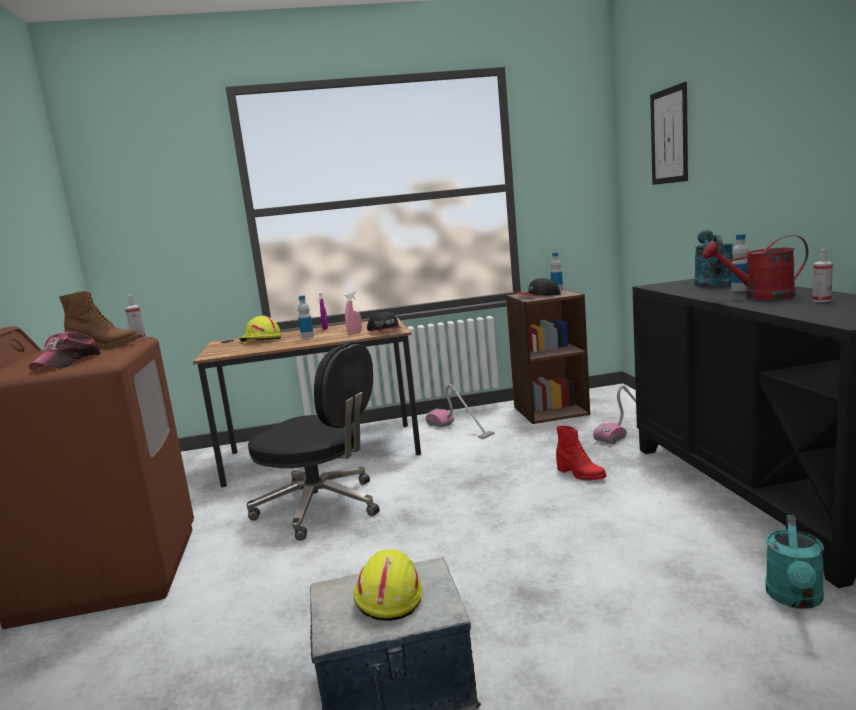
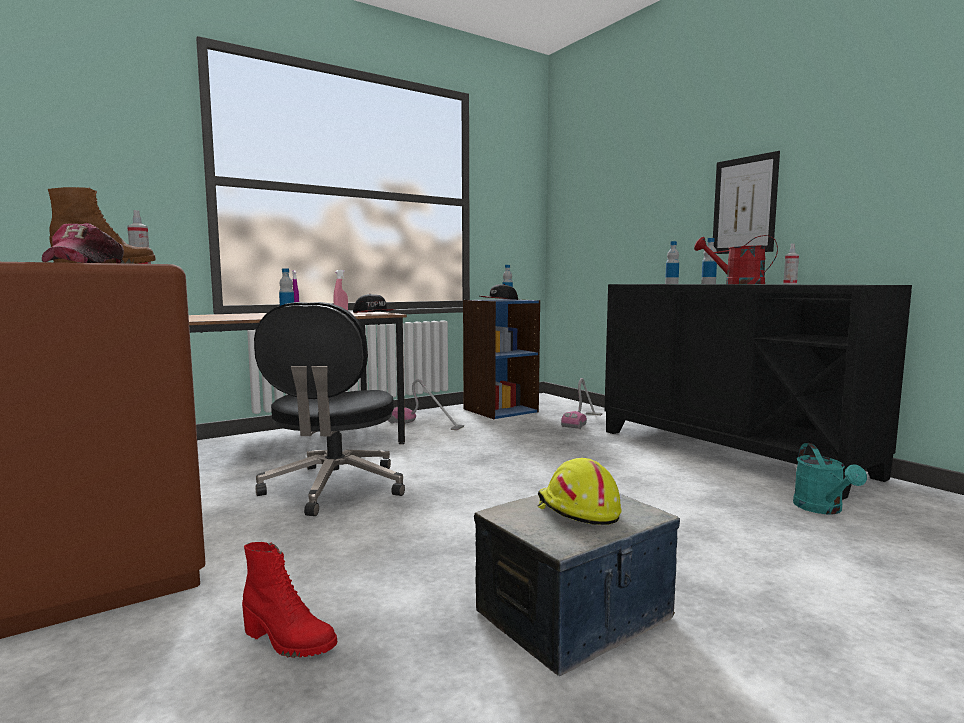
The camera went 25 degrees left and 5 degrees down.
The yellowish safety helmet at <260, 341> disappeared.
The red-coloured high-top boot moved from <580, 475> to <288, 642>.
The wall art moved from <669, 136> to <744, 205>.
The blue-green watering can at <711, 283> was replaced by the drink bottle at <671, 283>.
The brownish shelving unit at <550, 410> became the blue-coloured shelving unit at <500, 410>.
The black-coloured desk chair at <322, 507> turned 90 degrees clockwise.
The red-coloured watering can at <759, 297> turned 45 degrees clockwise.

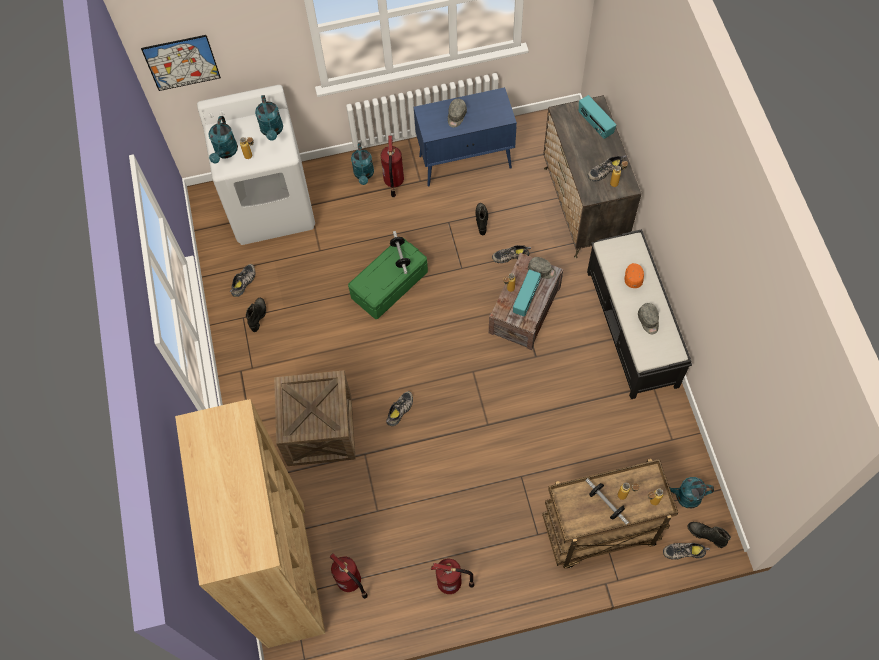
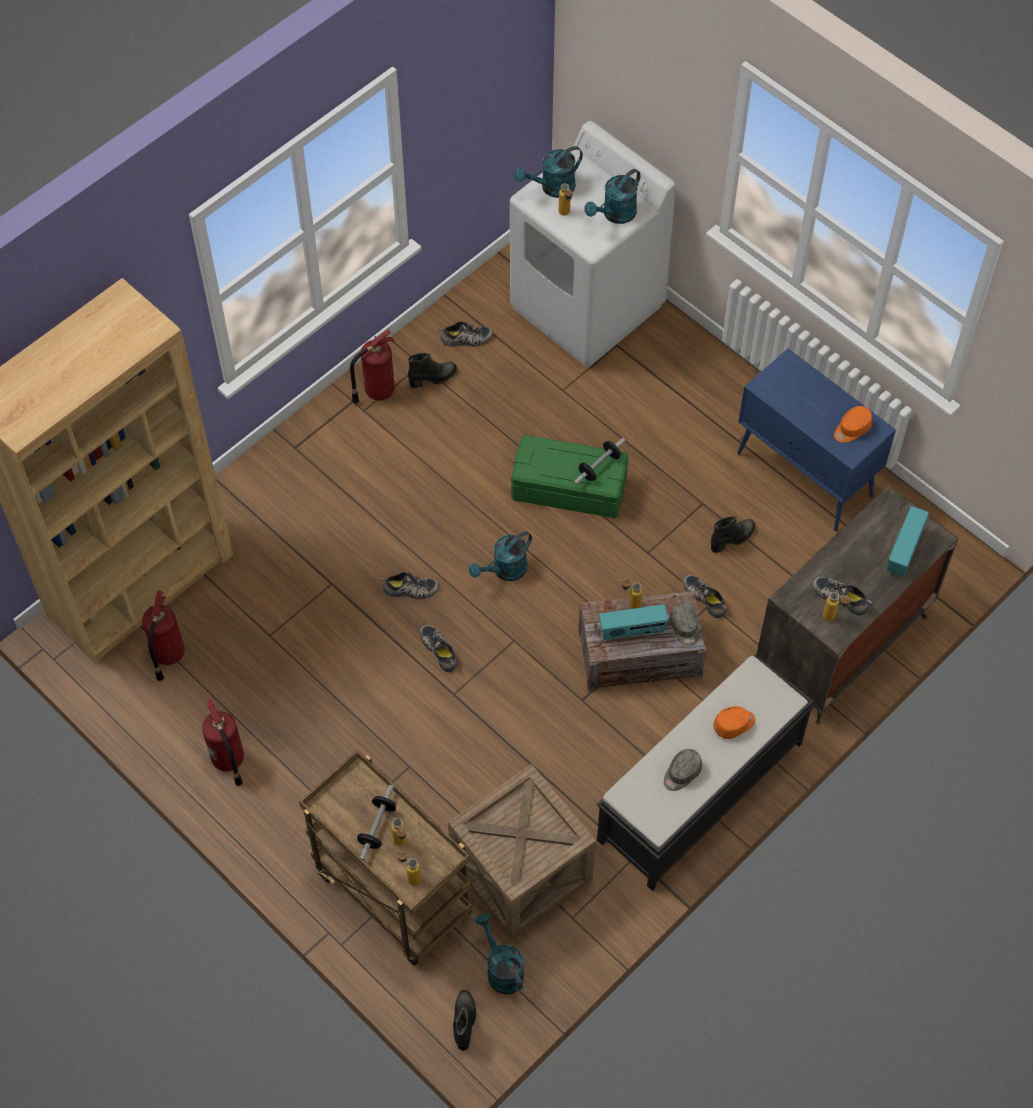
The camera went 55 degrees right and 5 degrees down.
The wall art at <181, 62> disappeared.
The greyish baseball cap at <456, 116> disappeared.
The orange-coloured baseball cap at <851, 429> appeared.
The packing crate moved from <320, 430> to <521, 870>.
The blue-green watering can moved from <364, 174> to <505, 571>.
The extinguisher moved from <393, 182> to <377, 391>.
The item of footwear moved from <684, 551> to <440, 649>.

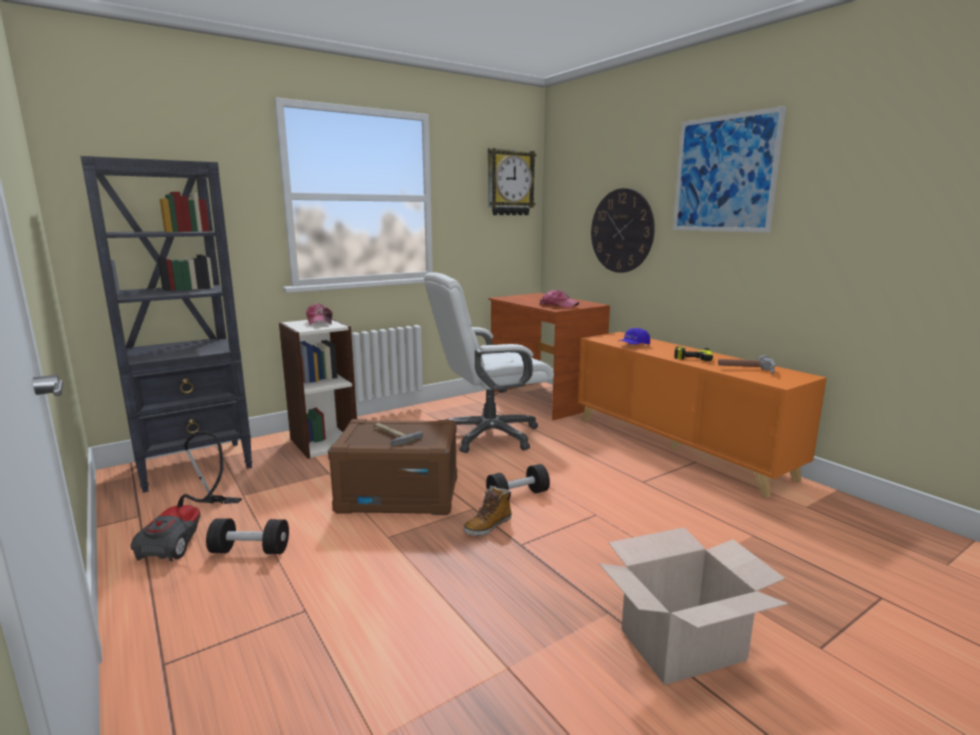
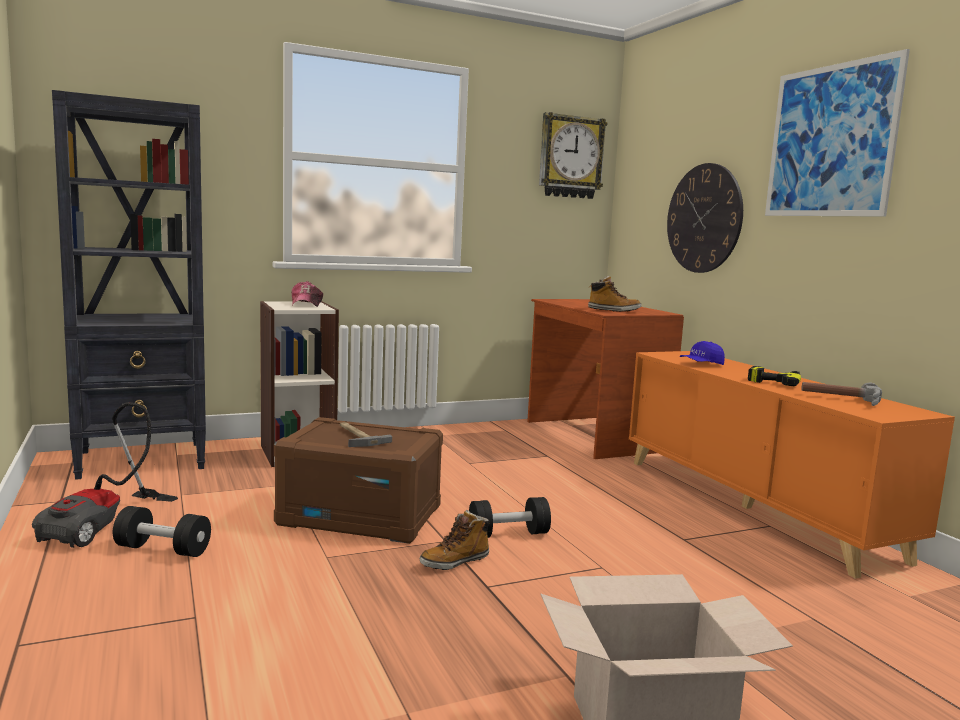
The camera went 10 degrees right and 5 degrees down.
The whitish desk chair at <489, 435> disappeared.
The baseball cap at <558, 305> was replaced by the high-top boot at <613, 310>.

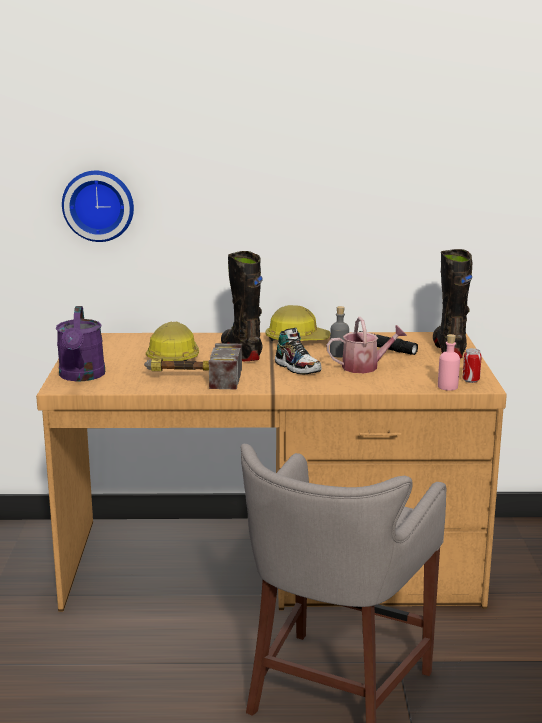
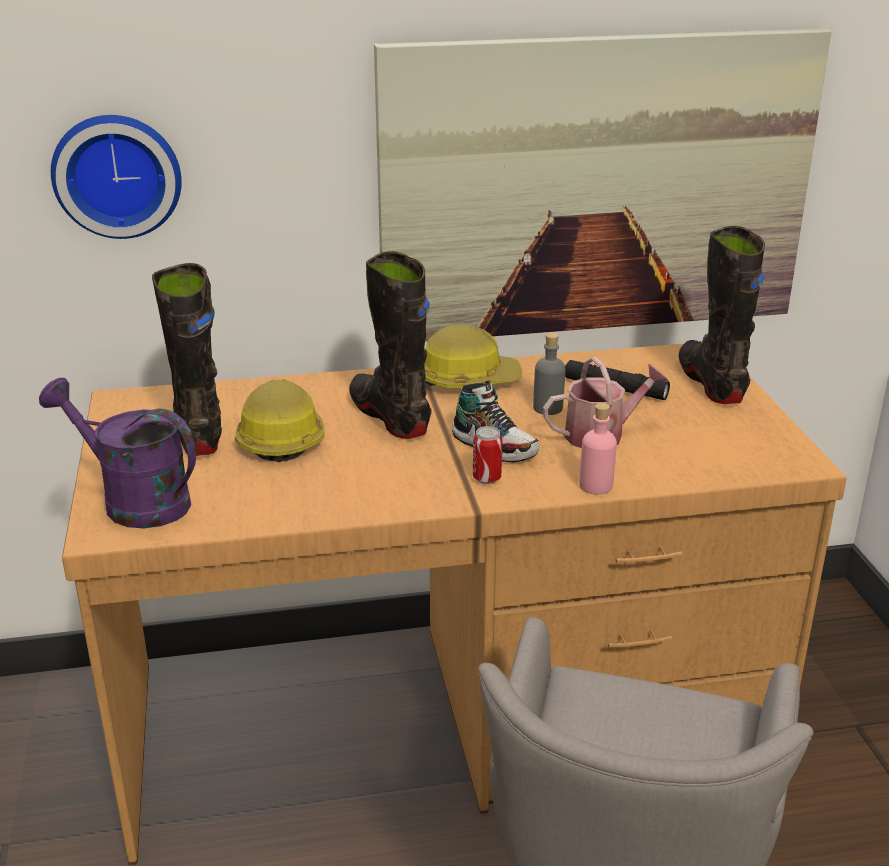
The camera went 10 degrees left and 10 degrees up.
The tool hammer at <192, 378> disappeared.
The black-coloured high-top boot at <199, 431> appeared.
The wall art at <596, 188> appeared.
The pink drink bottle moved from <447, 387> to <596, 486>.
The can moved from <471, 380> to <487, 478>.
The purple-coloured watering can at <82, 376> turned 135 degrees clockwise.

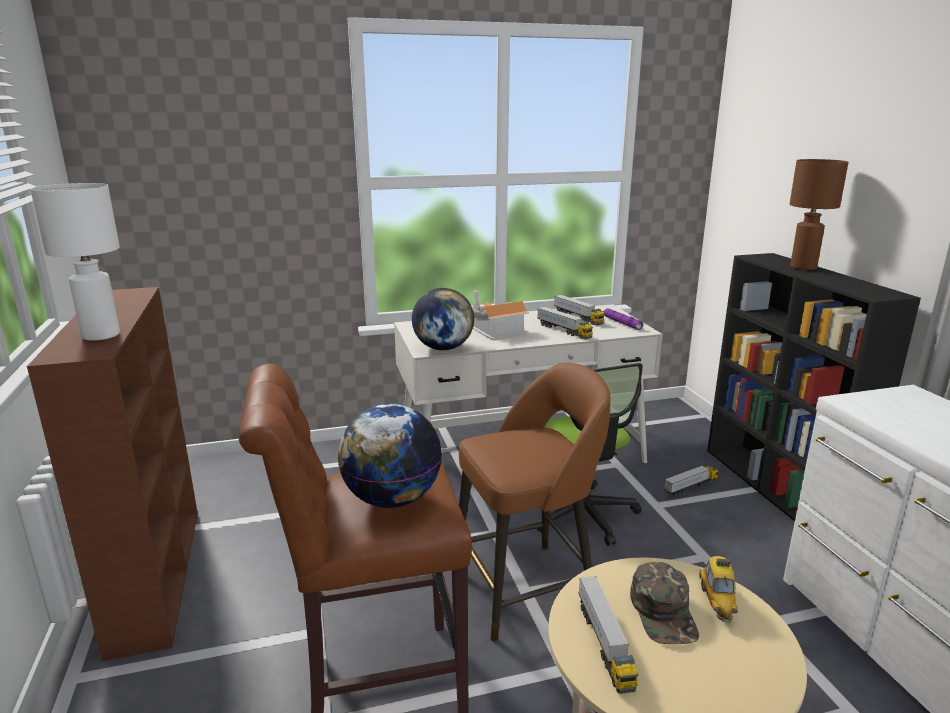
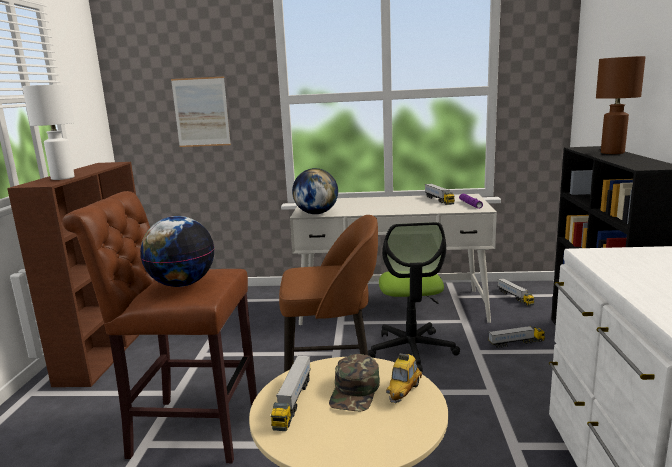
The camera went 20 degrees right and 5 degrees down.
The model house at <494, 331> disappeared.
The wall art at <201, 112> appeared.
The toy truck moved from <563, 331> to <515, 297>.

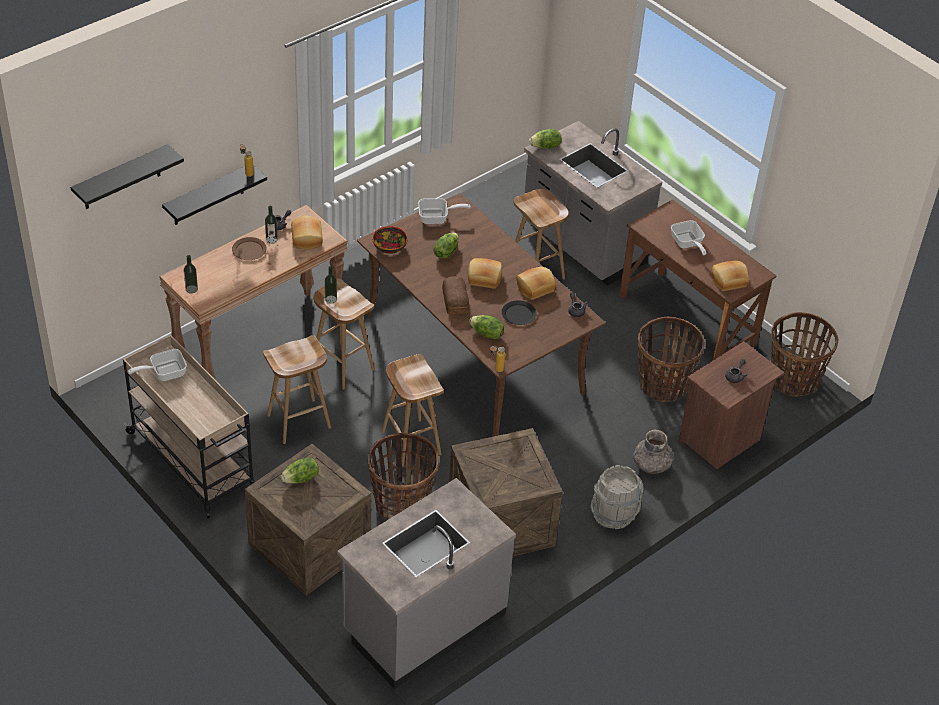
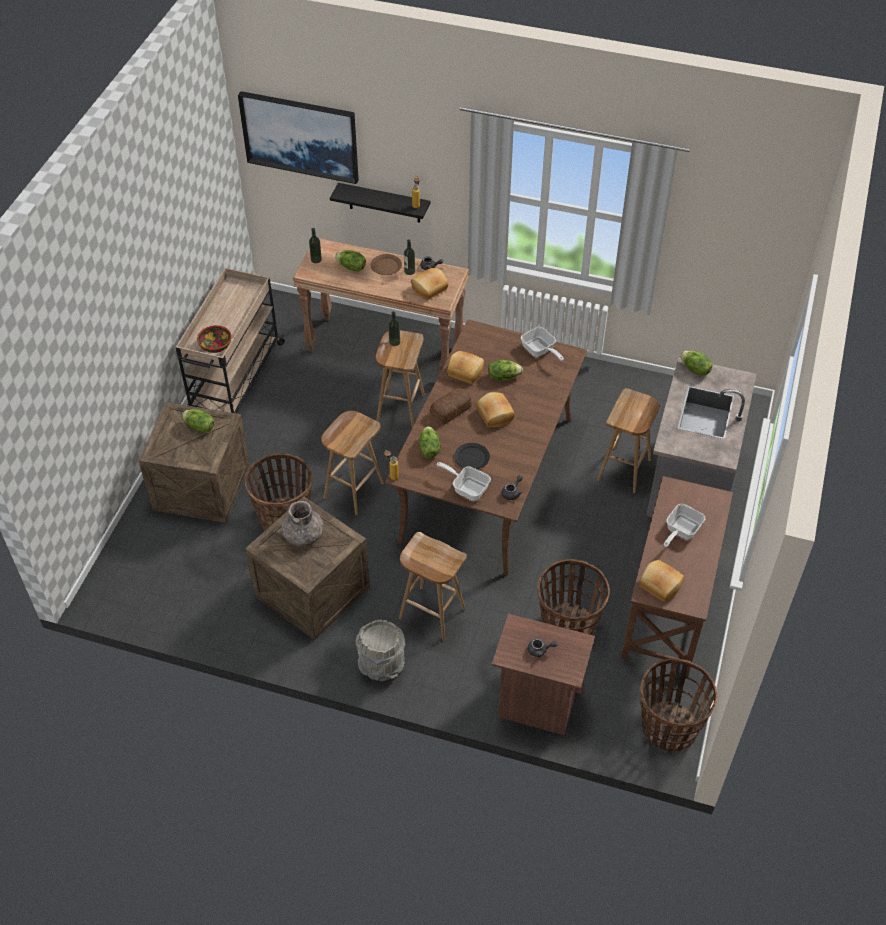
The camera went 60 degrees right and 5 degrees up.
The greyish kitchen base unit at <423, 622> disappeared.
The head of lettuce at <351, 267> appeared.
The frying pan moved from <164, 373> to <467, 487>.
The brownish stool seat moved from <298, 422> to <431, 613>.
The bowl moved from <390, 247> to <215, 346>.
The bakery bread moved from <534, 287> to <466, 371>.
The greyish decorative vase moved from <651, 464> to <304, 535>.
The black-coloured bracket shelf at <121, 178> was replaced by the wall art at <300, 136>.

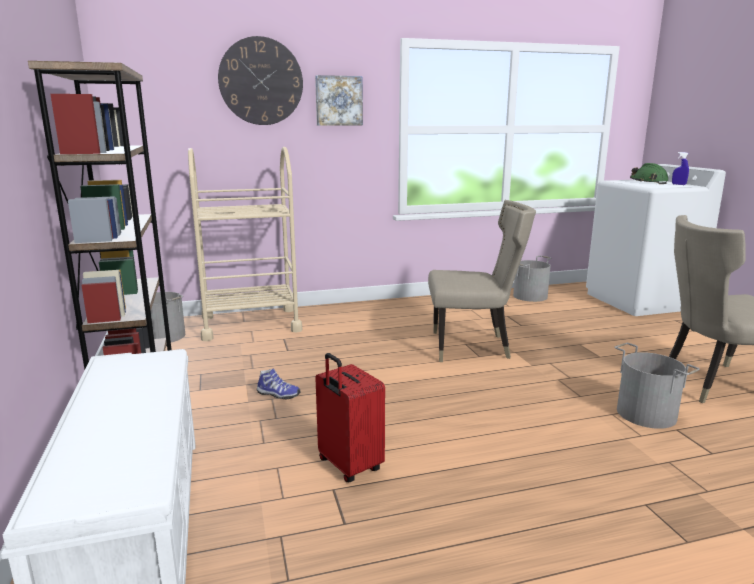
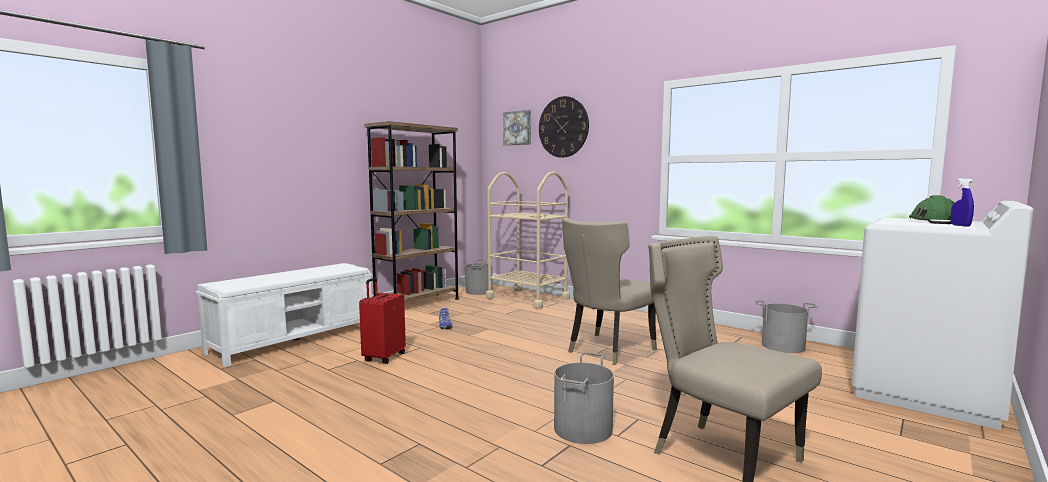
The camera went 55 degrees right and 10 degrees down.
The wall art moved from <338, 101> to <518, 128>.
The beige chair at <473, 347> turned 75 degrees clockwise.

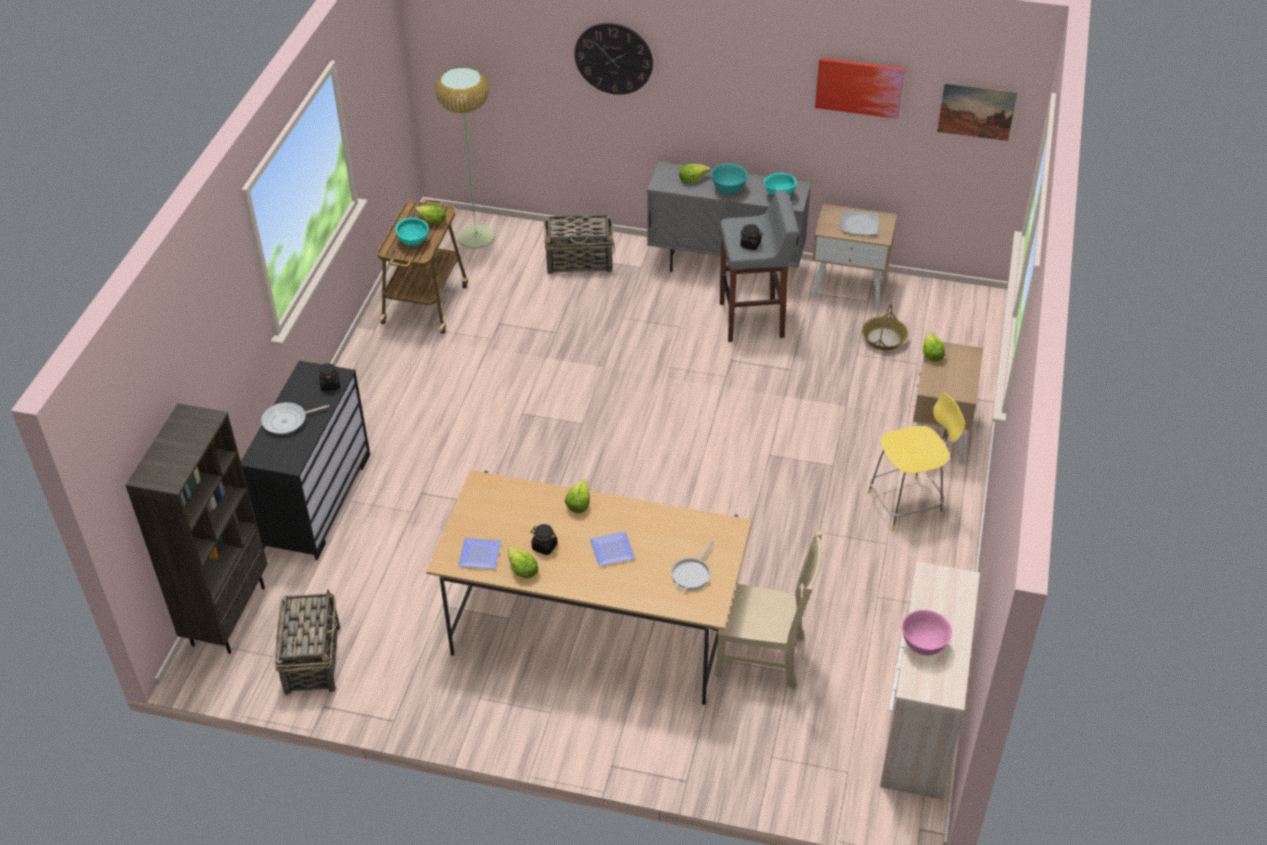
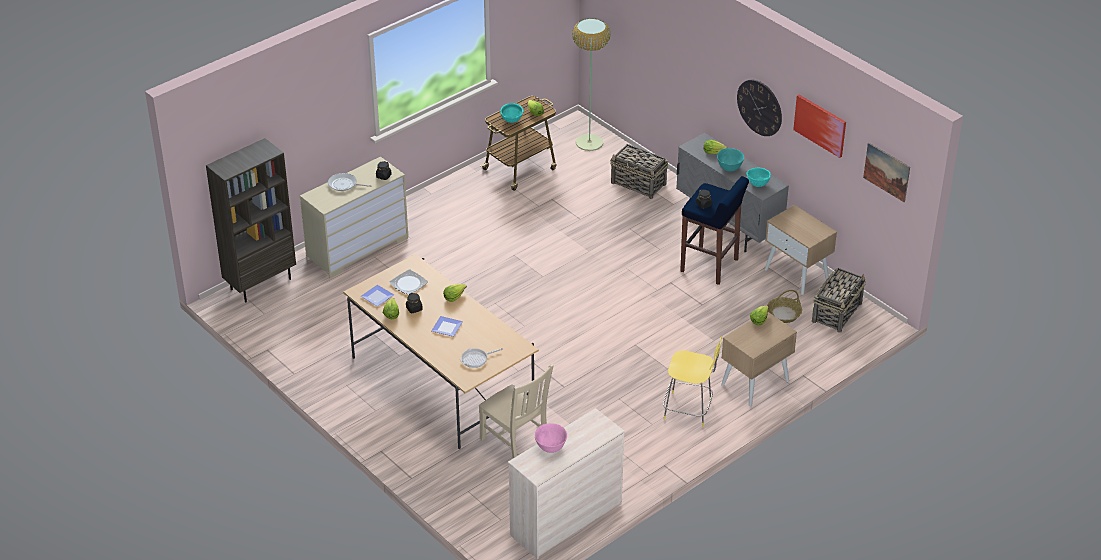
The camera went 35 degrees right and 5 degrees down.
The basket moved from <313, 658> to <837, 312>.
The wall clock moved from <613, 58> to <759, 107>.
The dinner plate moved from <859, 225> to <408, 284>.
The black-coloured dresser at <316, 500> became the beige dresser at <357, 248>.
The greyish stool seat at <753, 320> became the blue-coloured stool seat at <710, 266>.

